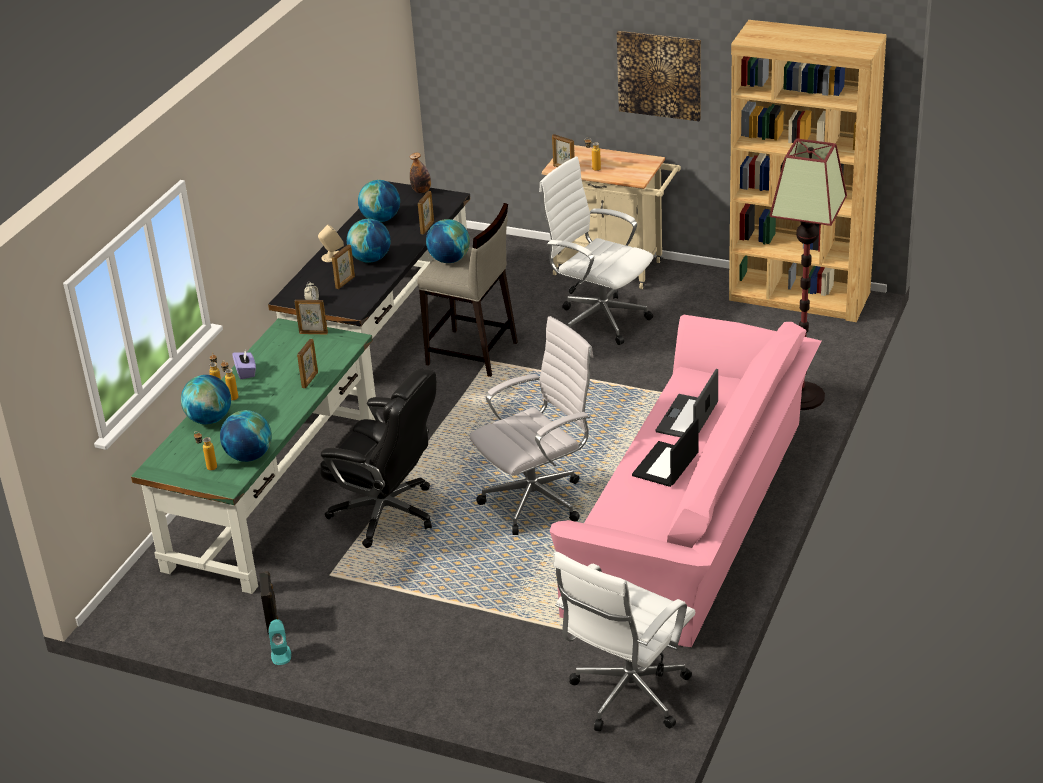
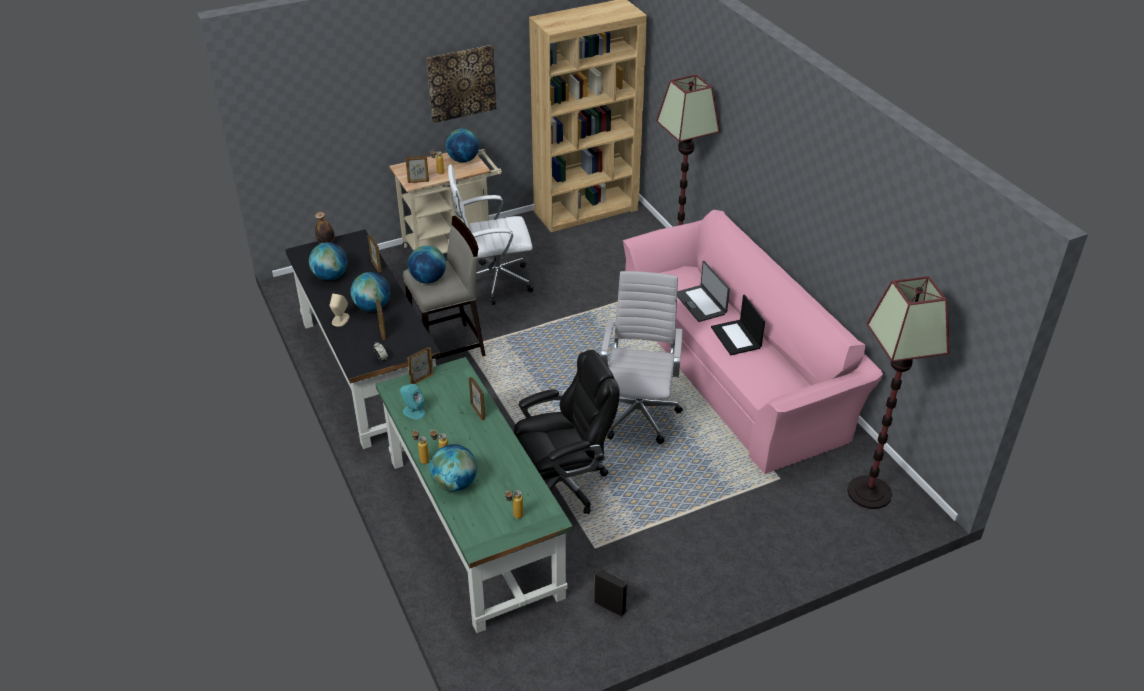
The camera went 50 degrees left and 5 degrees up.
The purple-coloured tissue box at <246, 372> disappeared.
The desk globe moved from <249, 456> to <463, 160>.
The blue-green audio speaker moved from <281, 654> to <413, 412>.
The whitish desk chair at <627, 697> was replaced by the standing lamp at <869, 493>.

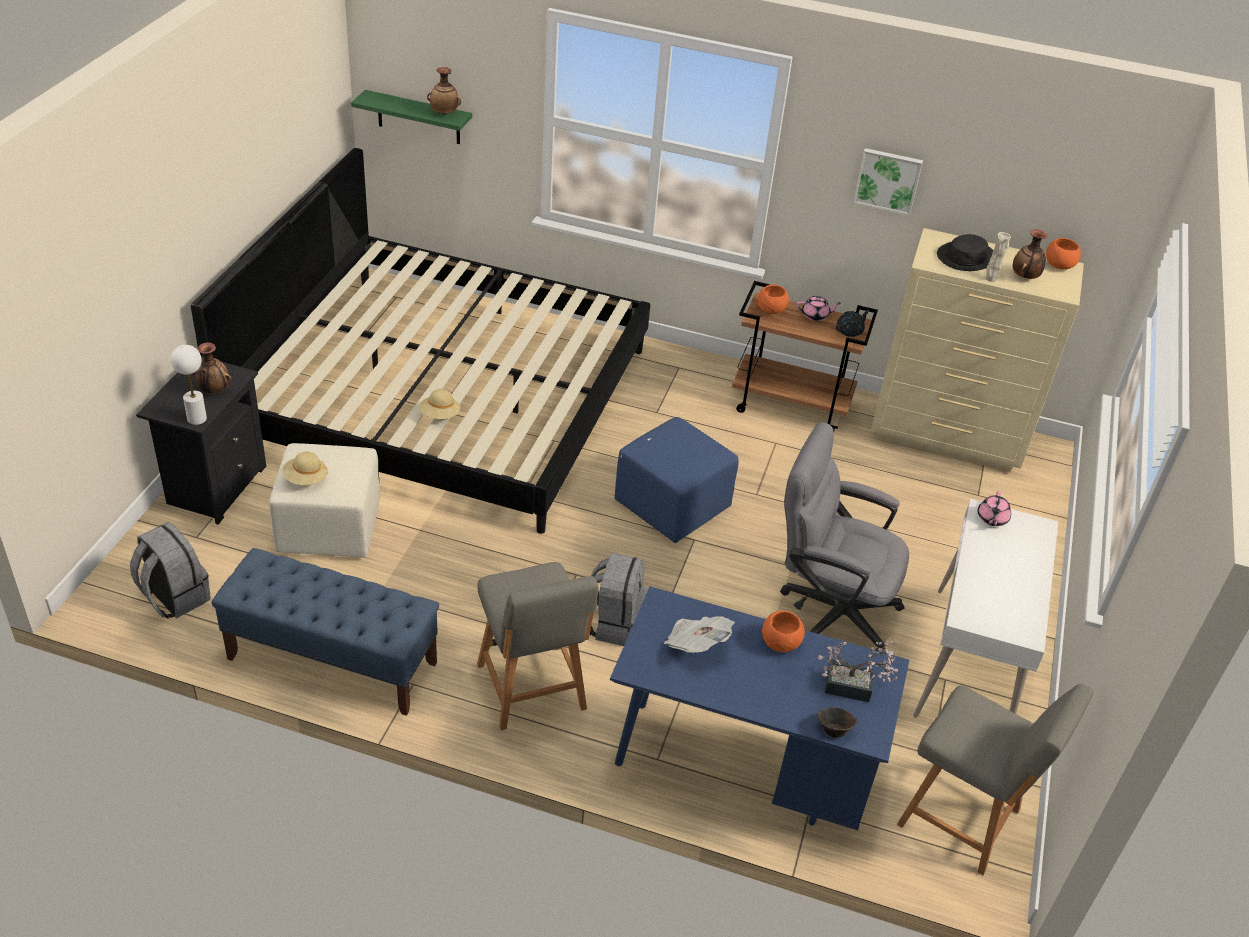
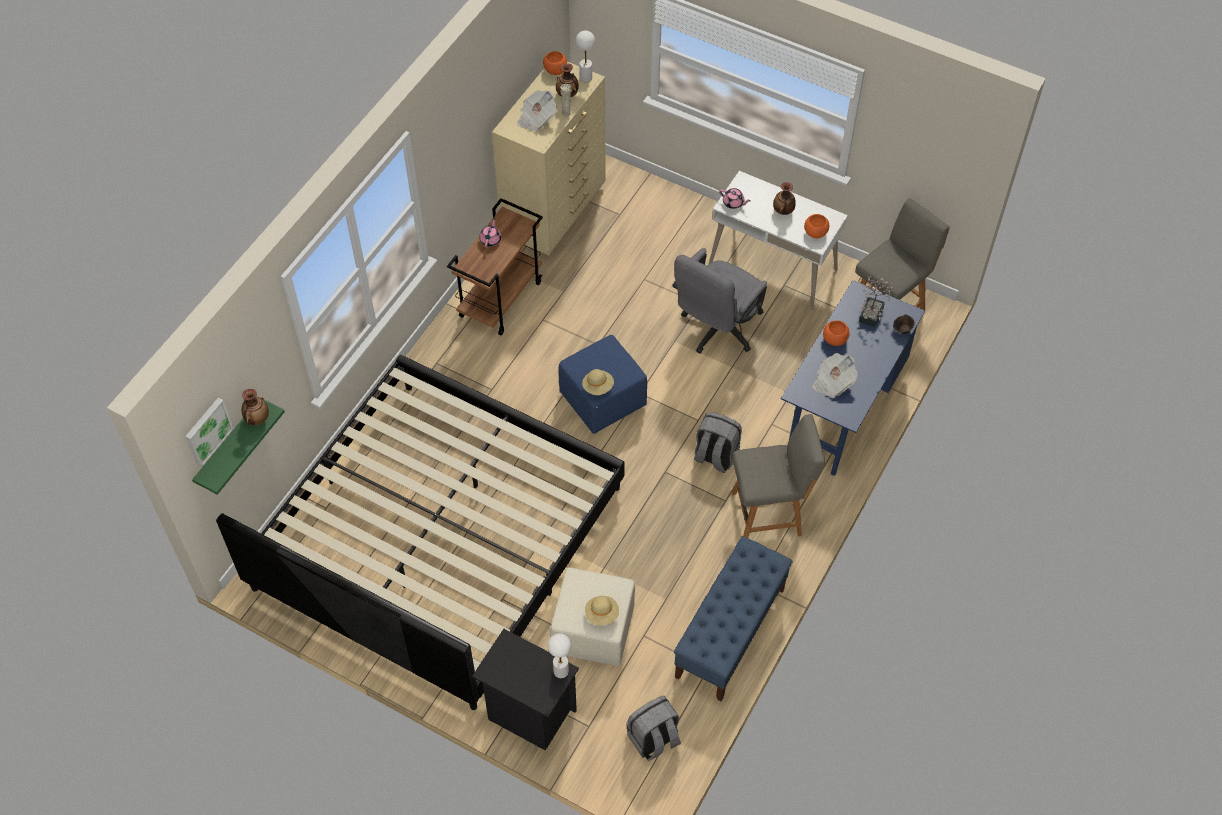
The camera went 75 degrees left and 15 degrees up.
The black-coloured teapot at <850, 331> disappeared.
The whitish lamp for a table at <586, 78> appeared.
The decorative vase moved from <214, 391> to <783, 211>.
The beige wearable hat moved from <440, 415> to <598, 387>.
The orange-coloured bowl moved from <771, 310> to <815, 232>.
The wall art moved from <888, 180> to <207, 431>.
The black-coloured wearable hat at <966, 257> was replaced by the printed paper at <536, 119>.

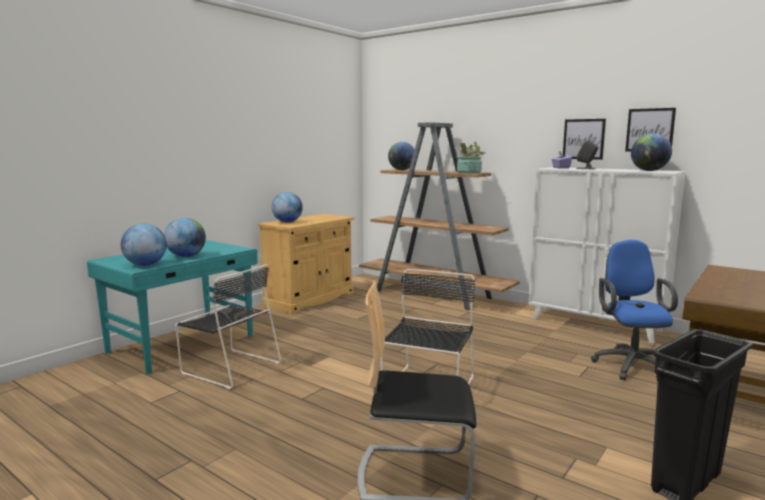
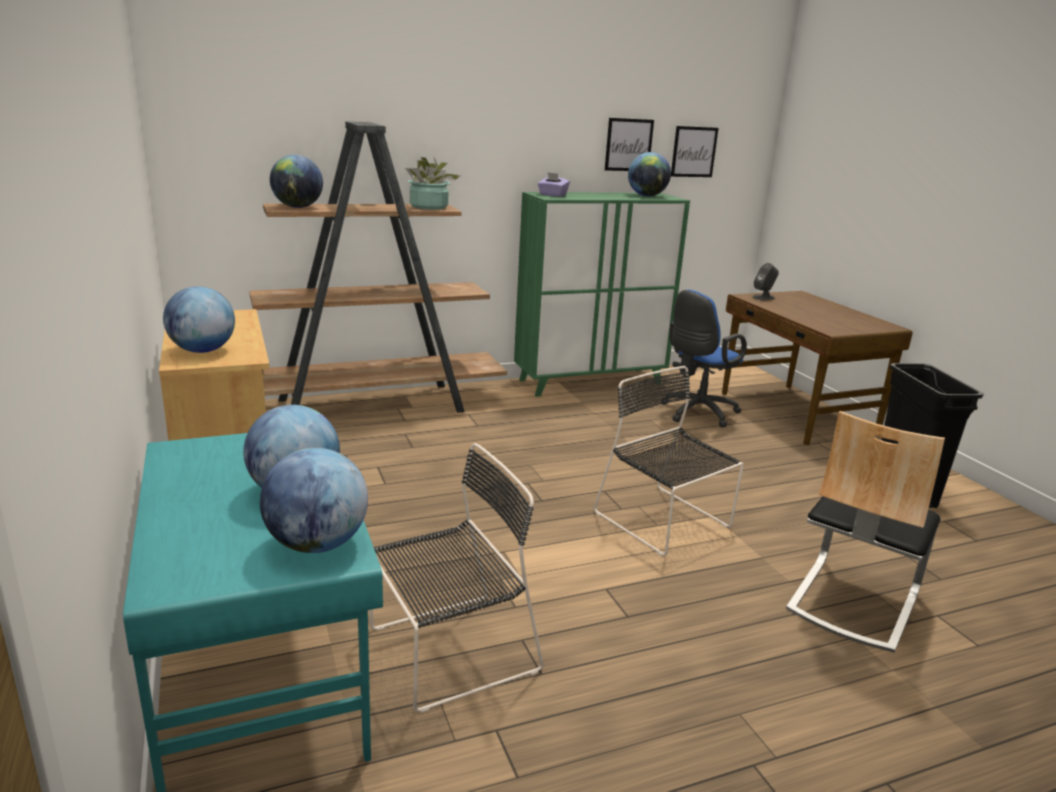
The camera went 60 degrees left and 10 degrees up.
The wall art moved from <583, 139> to <694, 152>.
The greyish audio speaker moved from <586, 168> to <763, 297>.
The whitish storage cabinet at <595, 324> became the green-coloured storage cabinet at <590, 382>.
The blue-coloured desk chair at <630, 364> turned 75 degrees counterclockwise.

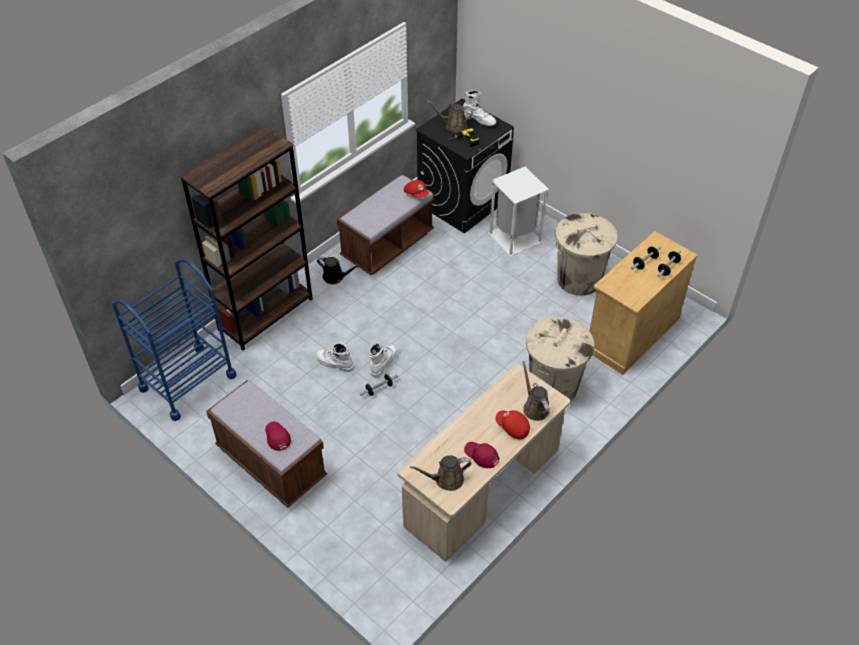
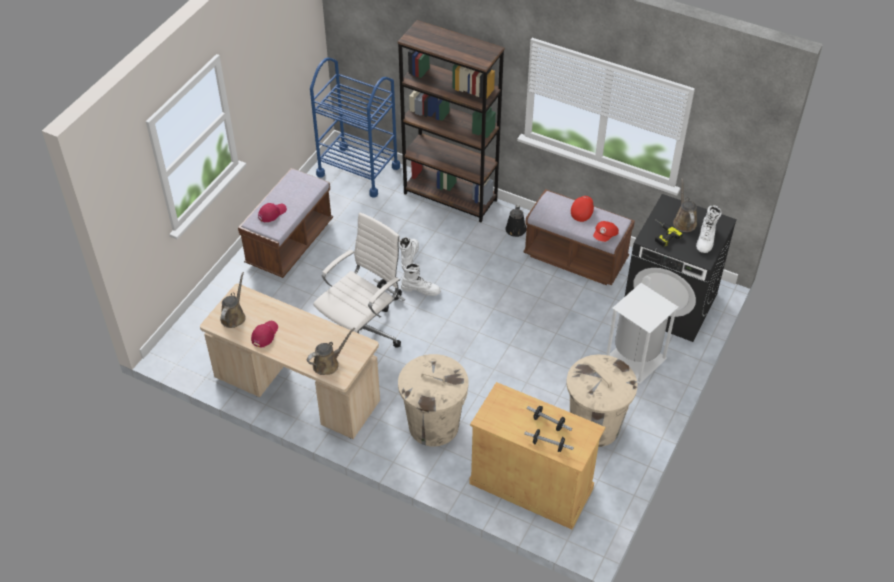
The camera went 75 degrees right and 0 degrees up.
The whitish desk chair at <362, 333> appeared.
The red-coloured baseball cap moved from <512, 428> to <582, 212>.
The brownish watering can at <446, 480> turned 45 degrees clockwise.

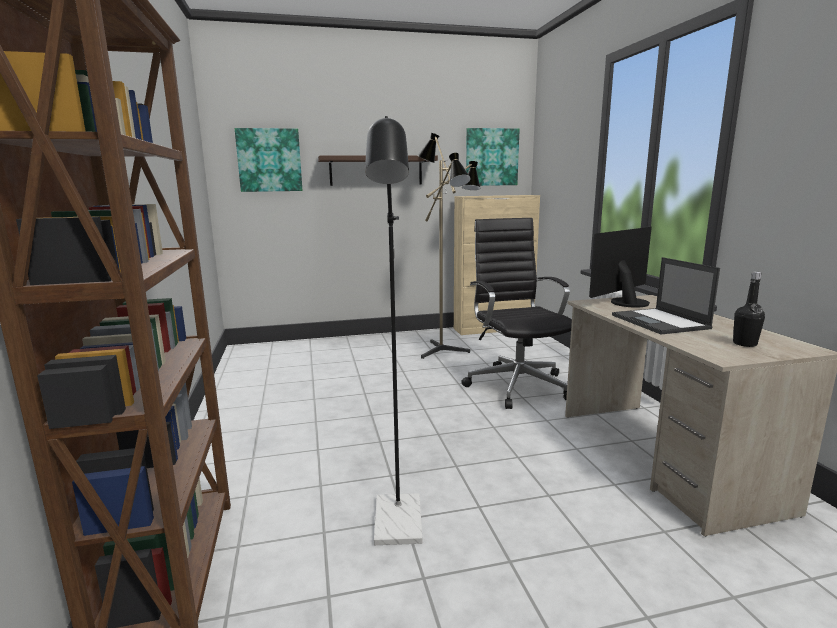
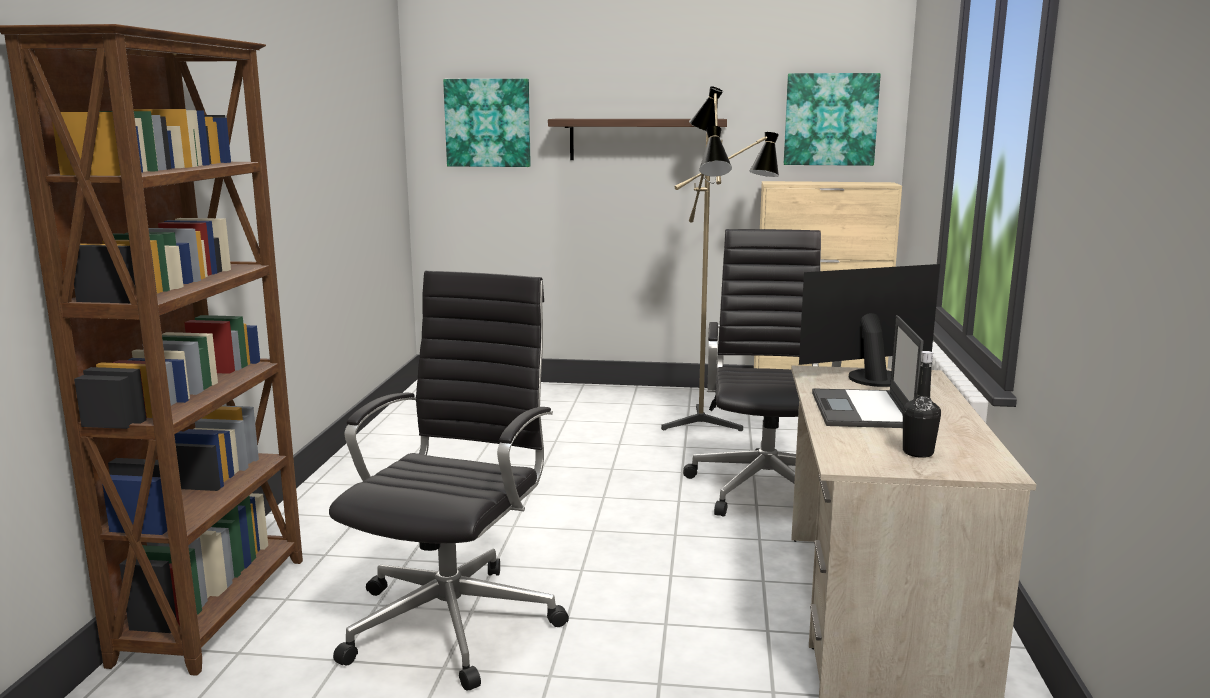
The camera went 20 degrees right and 0 degrees up.
The black-coloured standing lamp at <398, 530> was replaced by the black-coloured desk chair at <455, 620>.

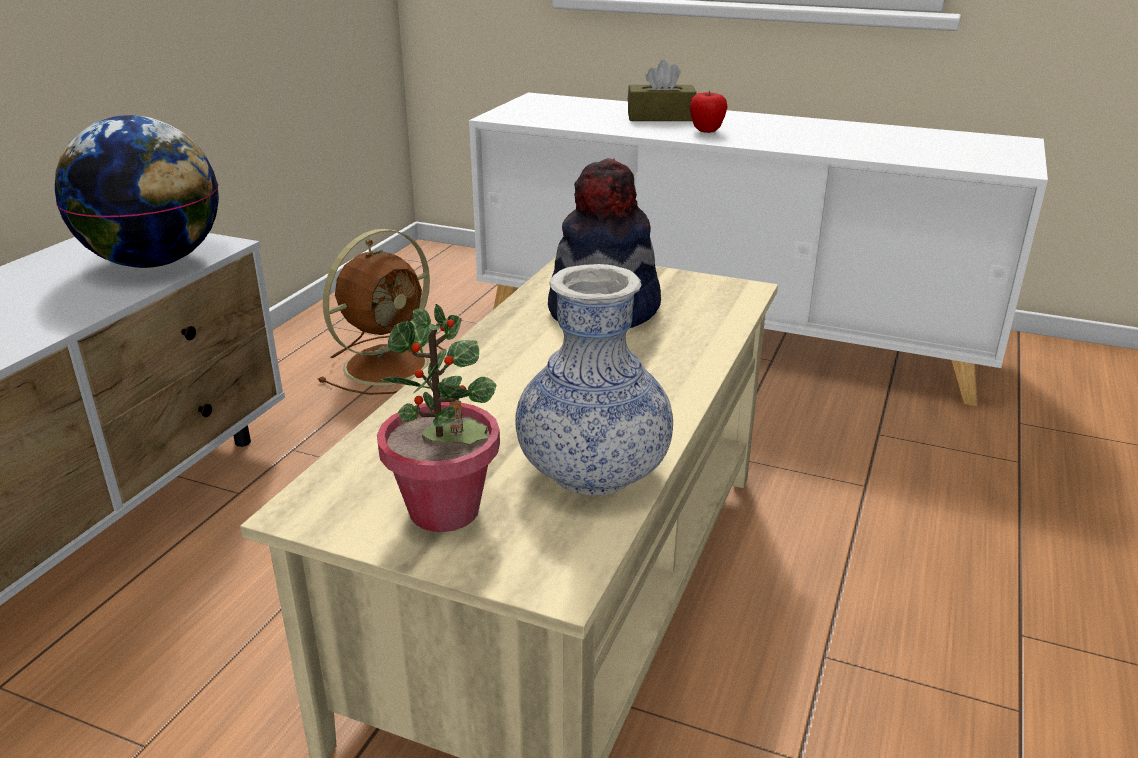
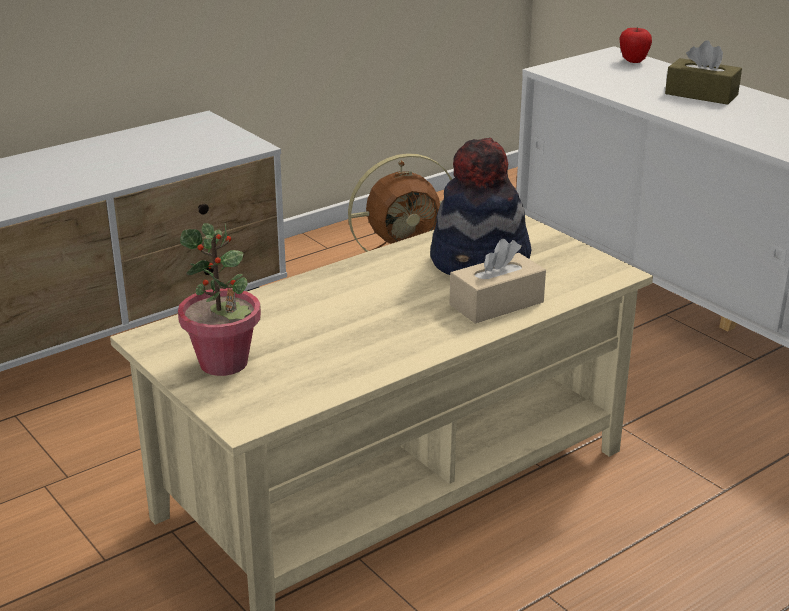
The camera went 30 degrees right and 0 degrees up.
The desk globe at <155, 262> disappeared.
The decorative vase at <593, 472> disappeared.
The beige tissue box at <496, 303> appeared.
The apple moved from <706, 131> to <633, 61>.

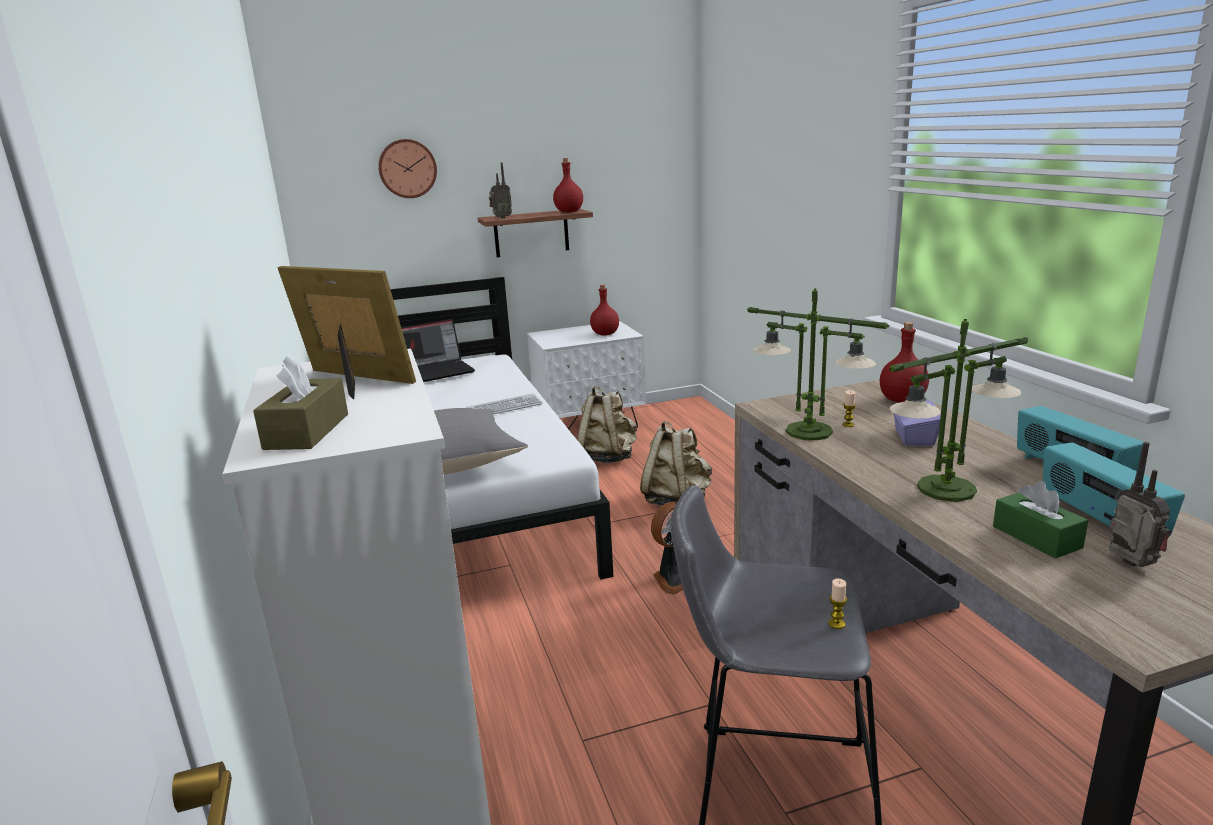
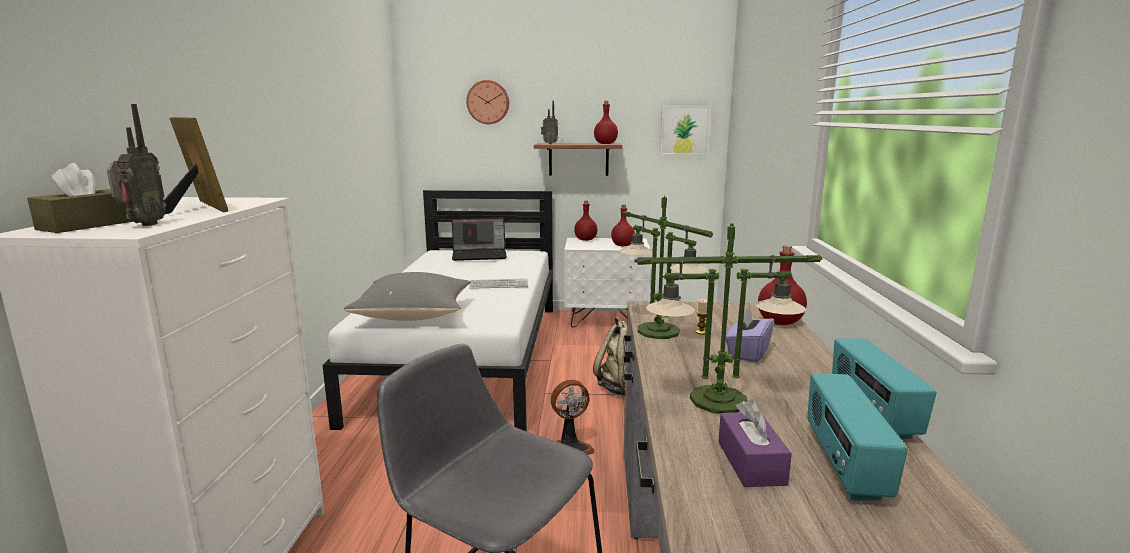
The camera went 20 degrees right and 5 degrees down.
The beige knapsack at <607, 457> disappeared.
The wax light at <836, 624> disappeared.
The red-coloured drink bottle at <586, 240> appeared.
The wall art at <684, 130> appeared.
The radio moved from <1128, 566> to <142, 225>.
The green-coloured tissue box at <1036, 537> became the purple-coloured tissue box at <751, 463>.

